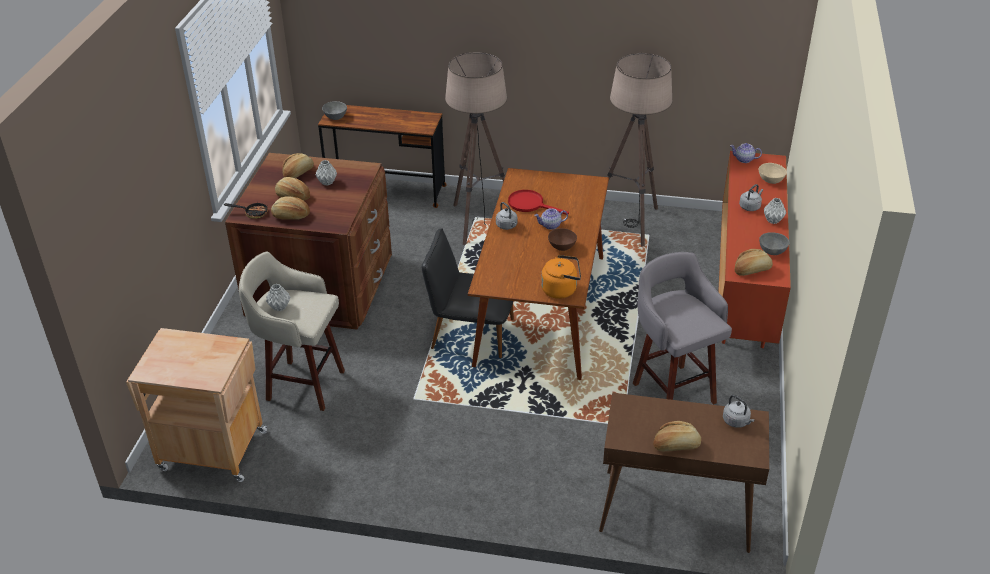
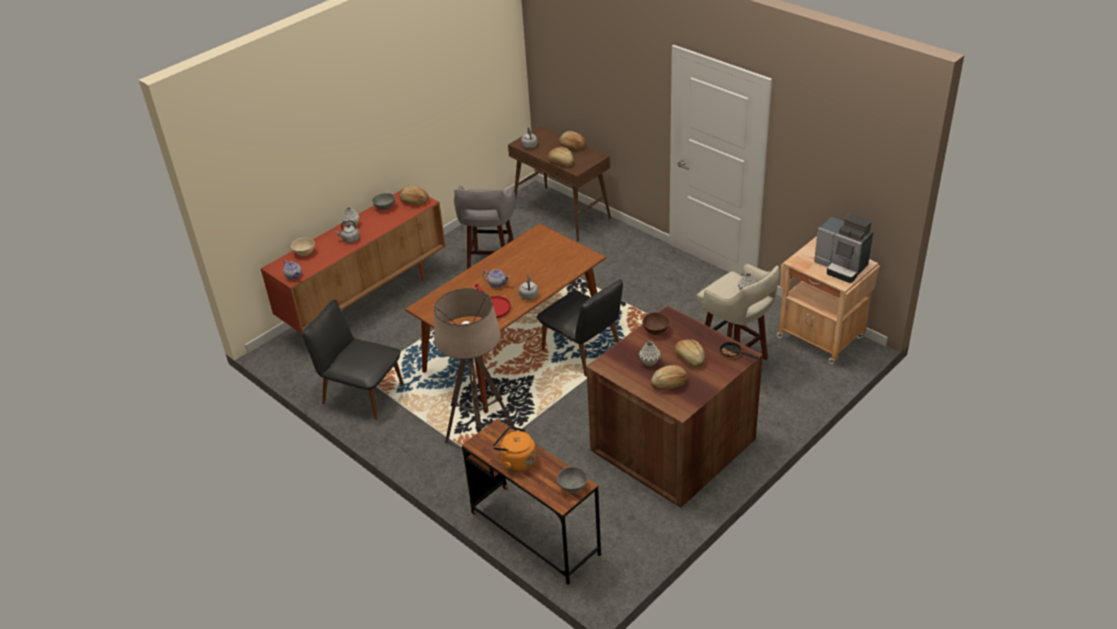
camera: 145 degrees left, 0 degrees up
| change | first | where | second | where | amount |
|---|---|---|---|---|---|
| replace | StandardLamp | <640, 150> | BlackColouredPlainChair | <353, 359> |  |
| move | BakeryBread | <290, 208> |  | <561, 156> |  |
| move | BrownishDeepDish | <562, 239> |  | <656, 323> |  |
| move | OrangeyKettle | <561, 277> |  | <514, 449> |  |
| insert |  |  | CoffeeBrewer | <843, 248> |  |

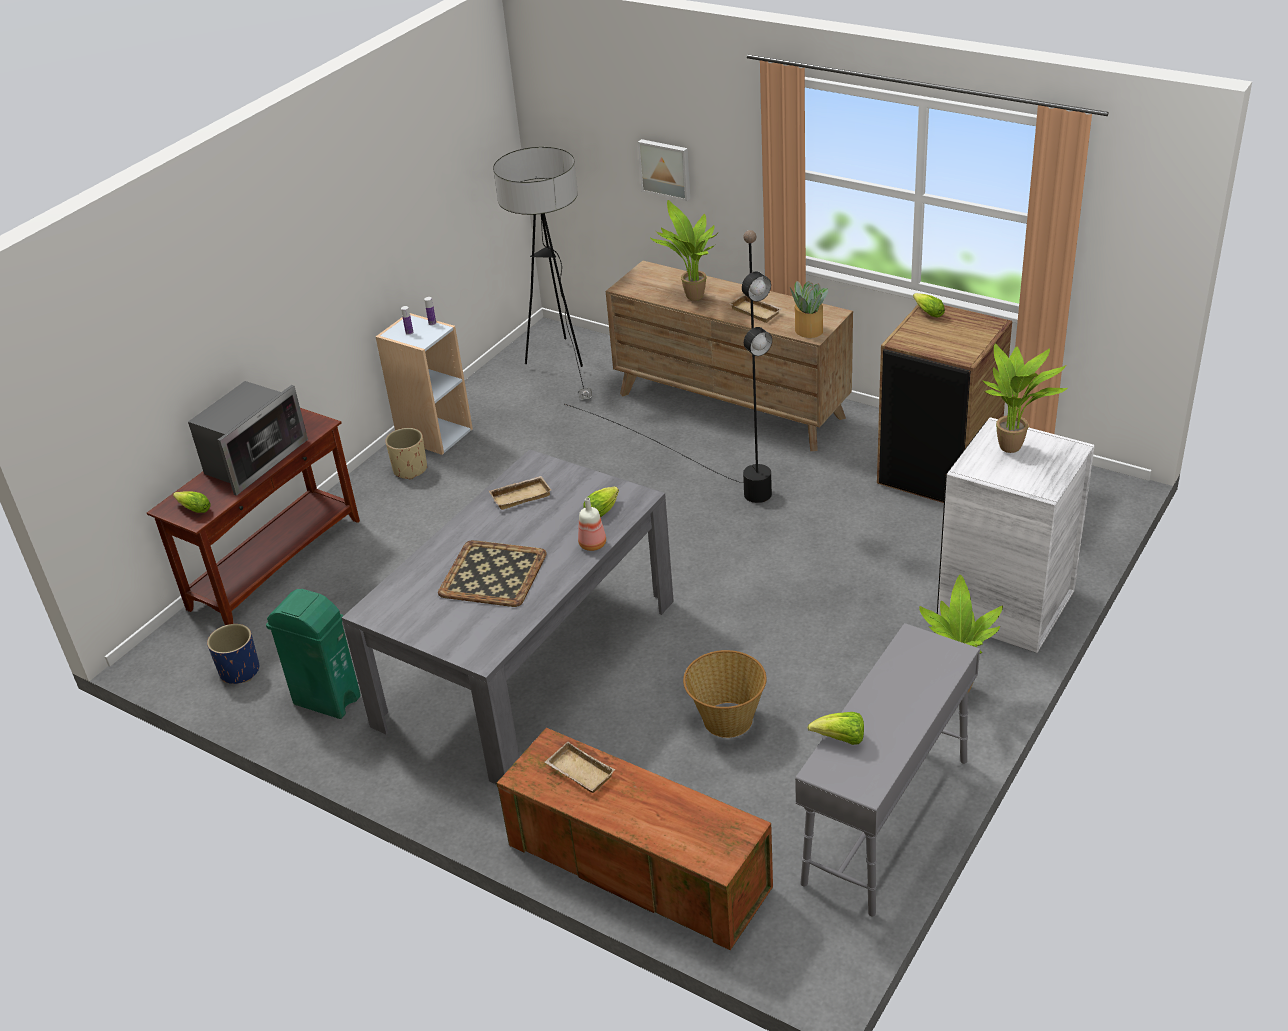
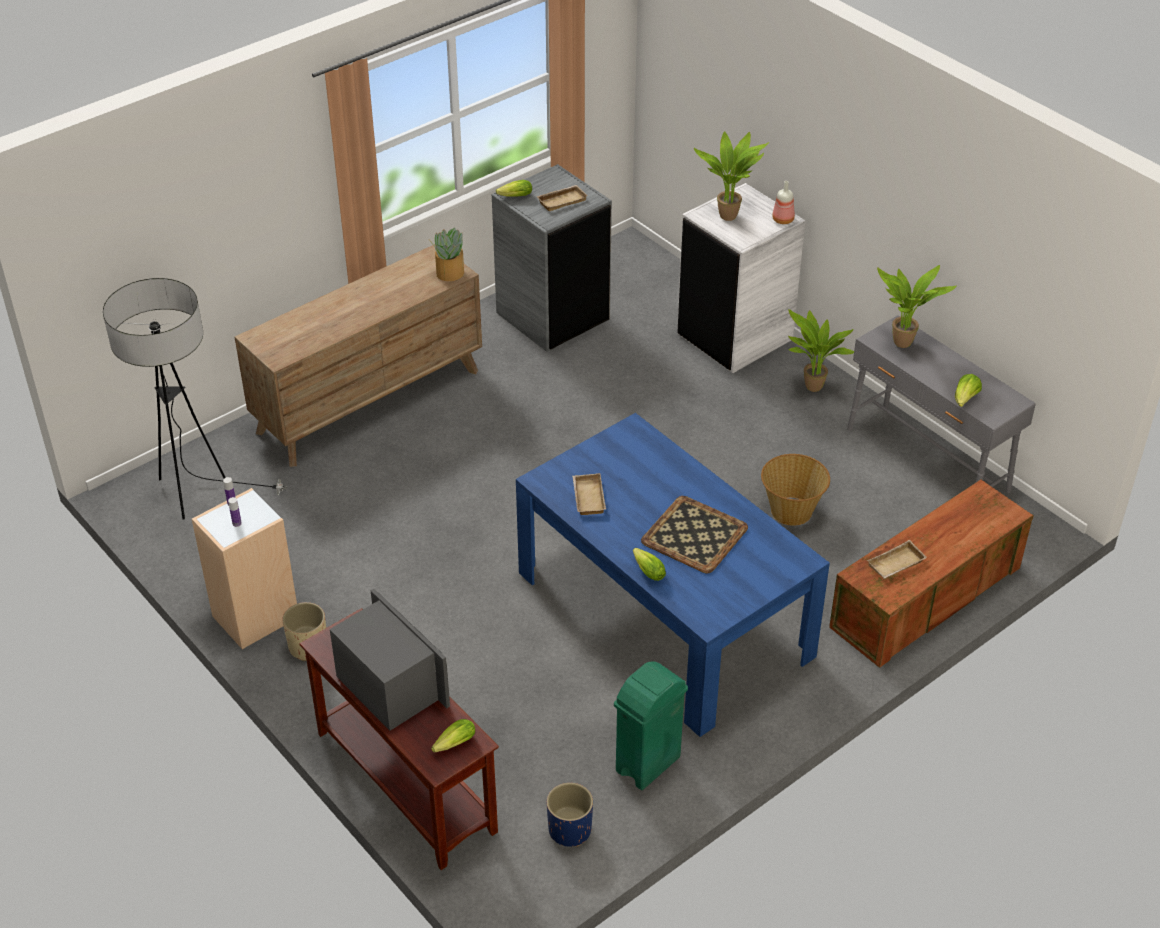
camera: 75 degrees left, 5 degrees up
| change | first | where | second | where | amount |
|---|---|---|---|---|---|
| delete | WallArt | <664, 170> |  |  |  |
| move | Houseplant | <684, 250> |  | <917, 306> |  |
| delete | BlackColouredStandardLamp | <668, 366> |  |  |  |
| move | SandColouredCarryingTray | <755, 309> |  | <562, 198> |  |
| recolor | BrownishCabinet | <944, 404> | GreyCabinet | <552, 258> |  |
| recolor | GreyKitchenTable | <508, 617> | BluishKitchenTable | <673, 575> |  |
| move | HeadOfLettuce | <601, 501> |  | <649, 564> |  |
| move | Bottle | <592, 524> |  | <783, 202> |  |

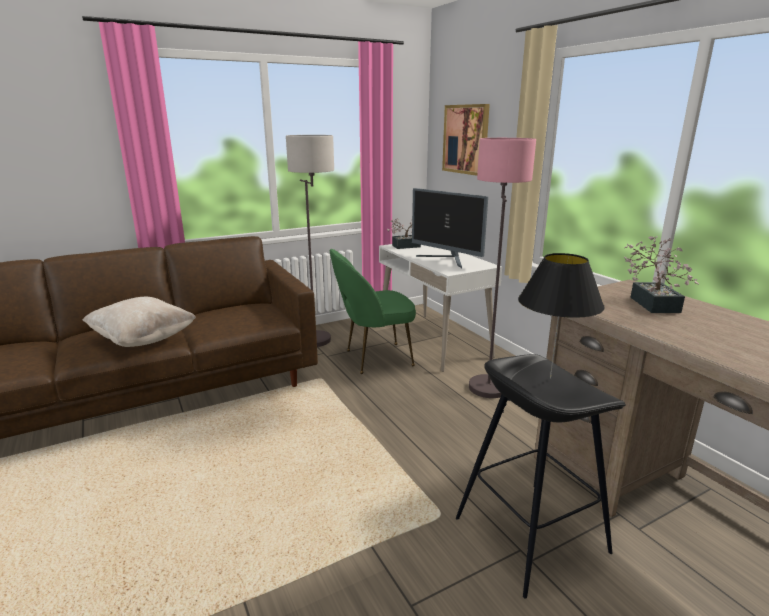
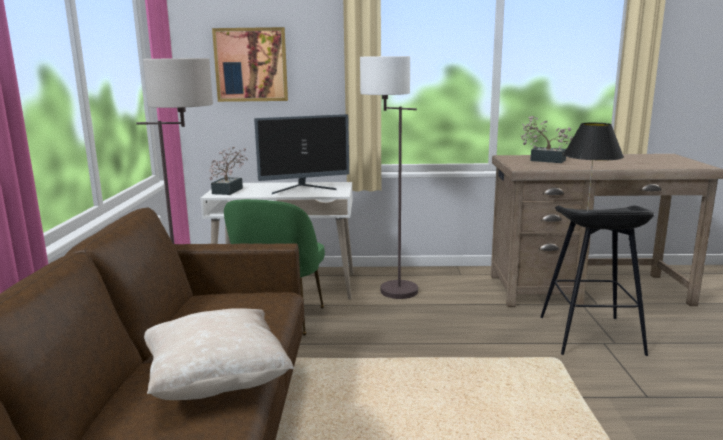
camera: 60 degrees left, 5 degrees down
| change | first | where | second | where | amount |
|---|---|---|---|---|---|
| recolor | PinkishStandardLamp | <502, 268> | WhiteColouredStandardLamp | <389, 177> |  |

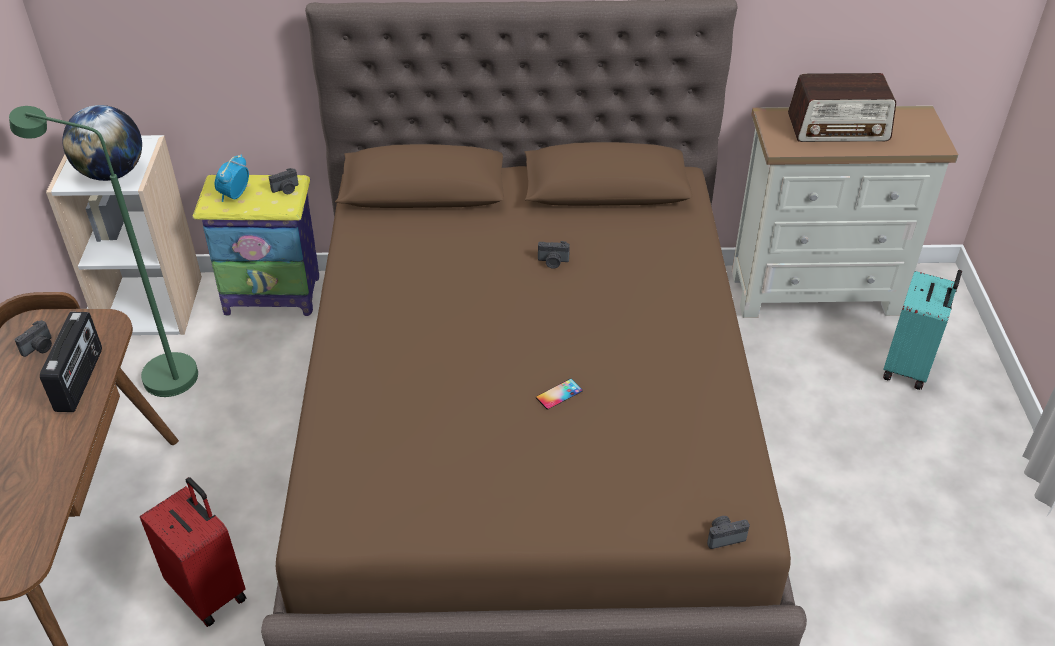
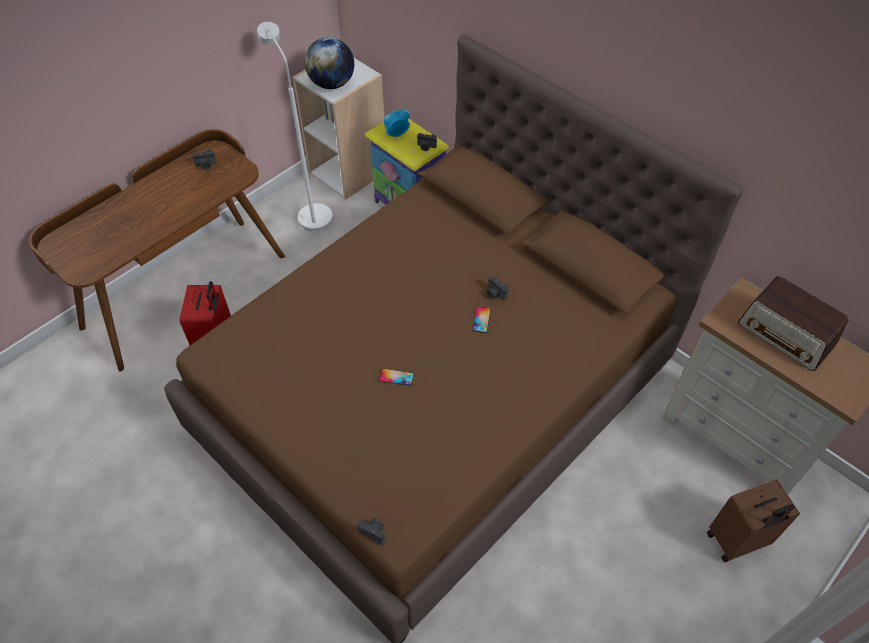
camera: 45 degrees right, 10 degrees up
| change | first | where | second | where | amount |
|---|---|---|---|---|---|
| recolor | GreenishStandardLamp | <103, 251> | WhiteColouredStandardLamp | <295, 127> |  |
| recolor | TurquoiseColouredPieceOfLuggage | <922, 330> | BrownishPieceOfLuggage | <753, 520> |  |
| delete | Radio | <71, 362> |  |  |  |
| insert |  |  | Phone | <482, 320> |  |

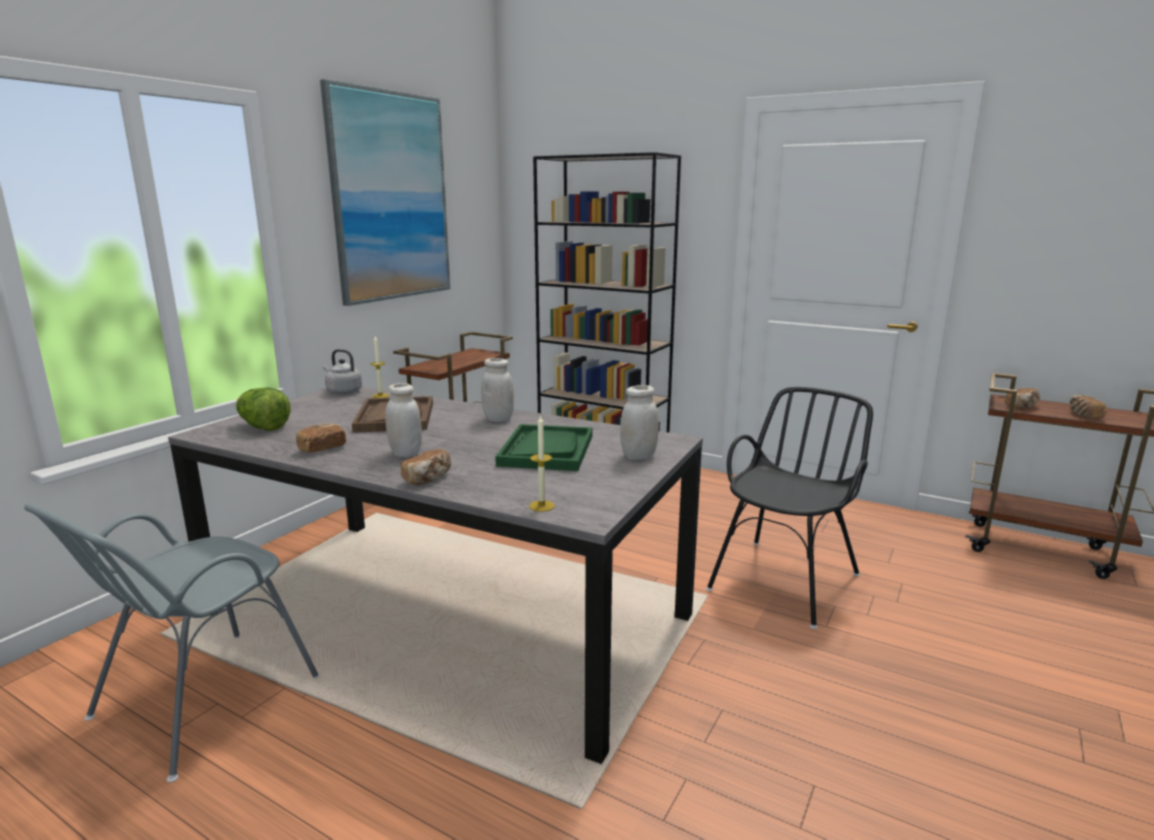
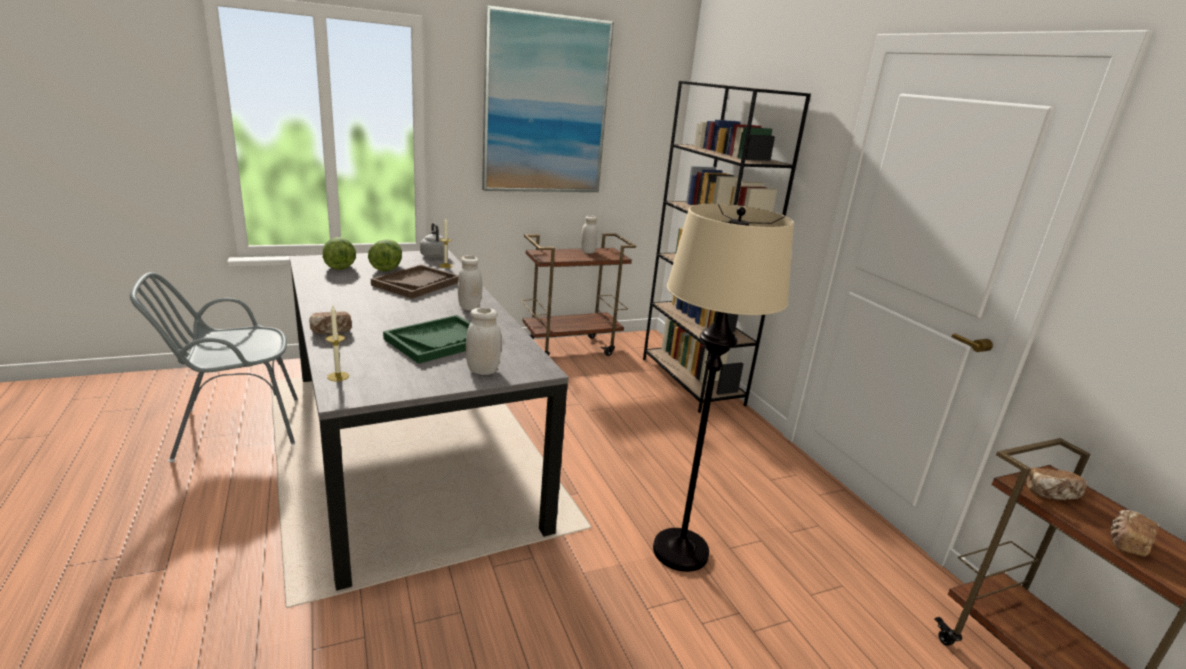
camera: 35 degrees right, 5 degrees up
| change | first | where | second | where | amount |
|---|---|---|---|---|---|
| move | WhiteColouredJar | <403, 420> |  | <589, 234> |  |
| replace | BlackColouredPlainChair | <789, 508> | SandColouredStandardLamp | <723, 388> |  |
| delete | BakeryBread | <321, 438> |  |  |  |
| insert |  |  | HeadOfLettuce | <385, 255> |  |

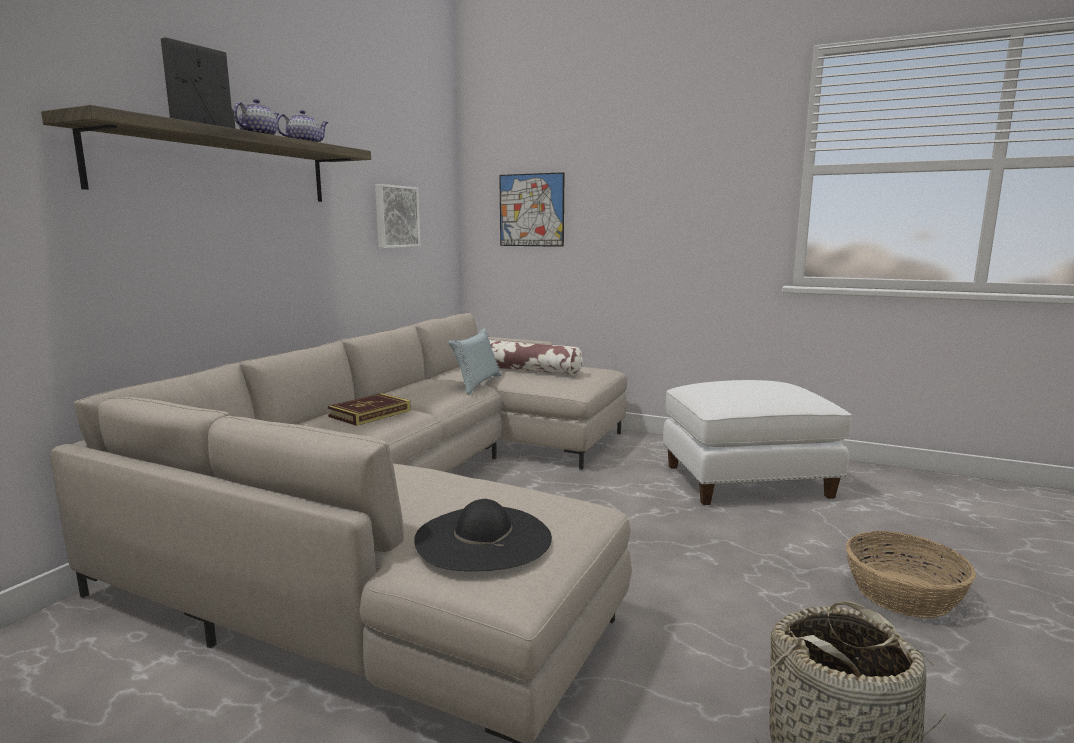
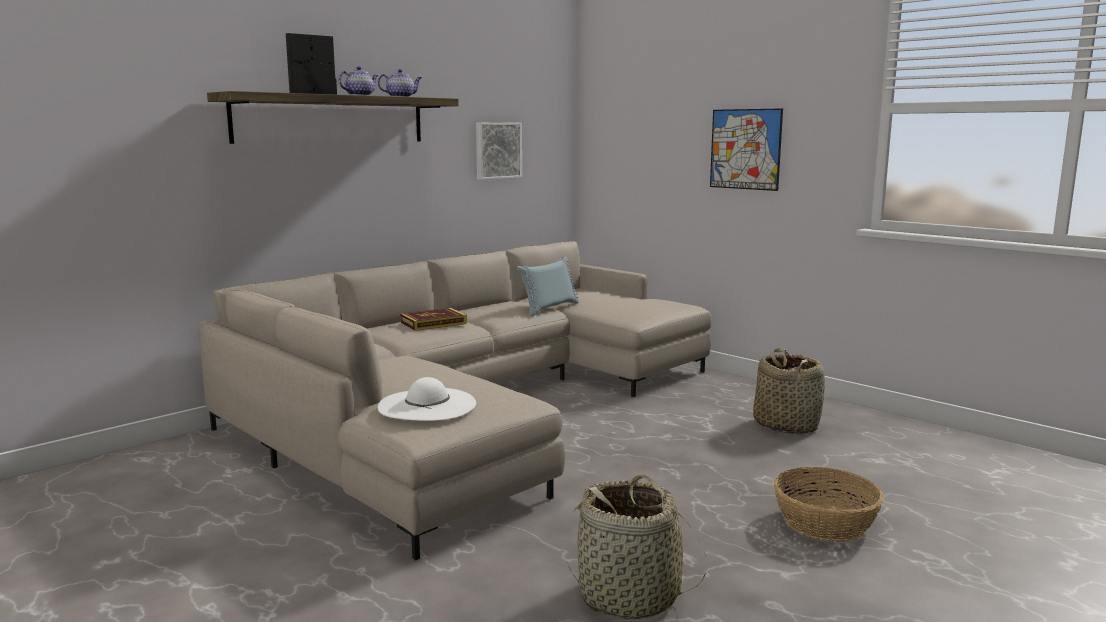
camera: 20 degrees right, 0 degrees up
| change | first | where | second | where | amount |
|---|---|---|---|---|---|
| move | WallArt | <531, 209> |  | <746, 149> |  |
| delete | Cushion | <536, 357> |  |  |  |
| replace | WhiteColouredFootrest | <757, 442> | HouseholdBasket | <789, 391> |  |
| recolor | BlackColouredHat | <483, 535> | WhiteColouredHat | <427, 399> |  |

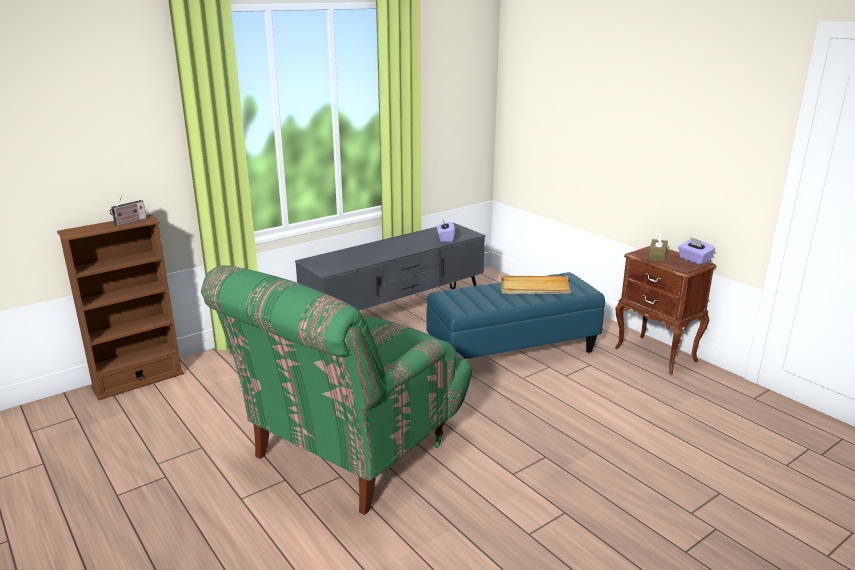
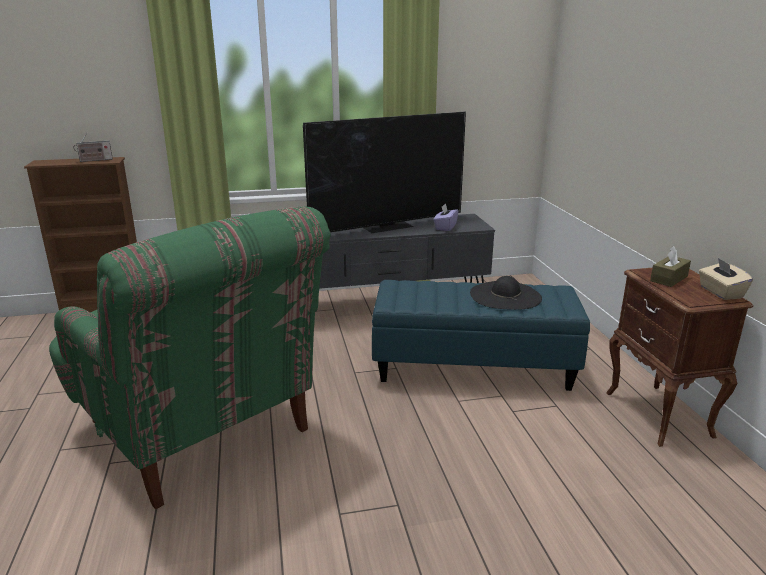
camera: 25 degrees right, 0 degrees up
| change | first | where | second | where | amount |
|---|---|---|---|---|---|
| recolor | PurplishTissueBox | <696, 251> | SandColouredTissueBox | <726, 279> |  |
| rotate | GreenishLoungeChair | <336, 390> |  | <190, 358> | 105 degrees counterclockwise |
| replace | SandColouredCarryingTray | <536, 285> | BlackColouredHat | <506, 293> |  |
| insert |  |  | TvSet | <384, 172> |  |

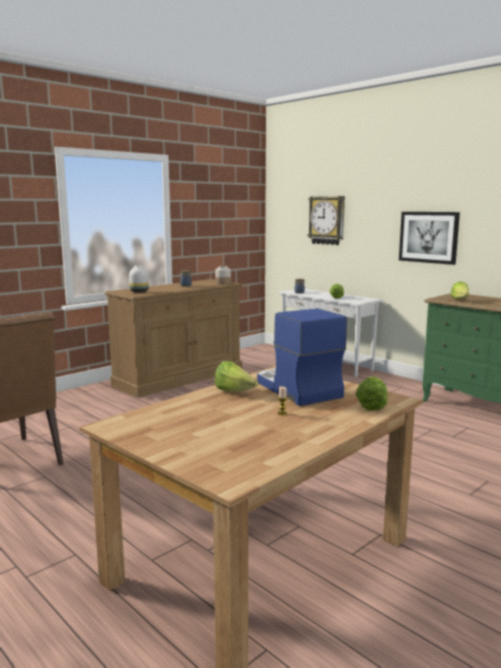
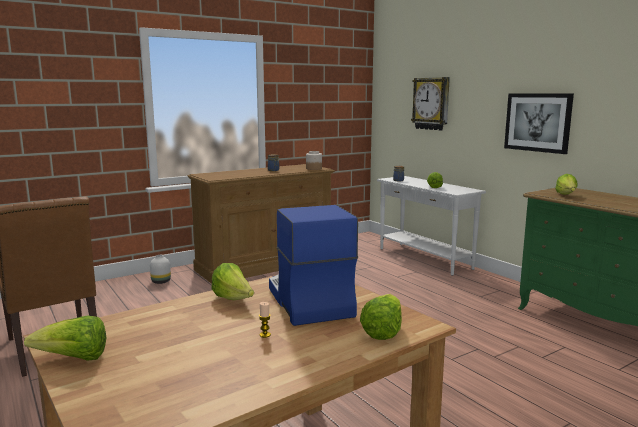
camera: 10 degrees right, 0 degrees up
| change | first | where | second | where | amount |
|---|---|---|---|---|---|
| move | WhiteColouredFlowerVase | <139, 279> |  | <160, 269> |  |
| insert |  |  | HeadOfLettuce | <65, 338> |  |

